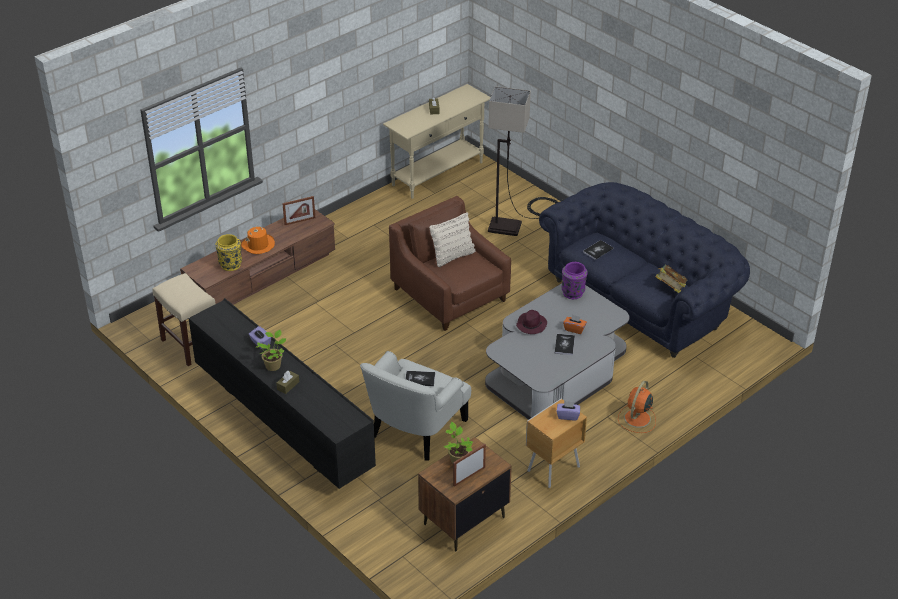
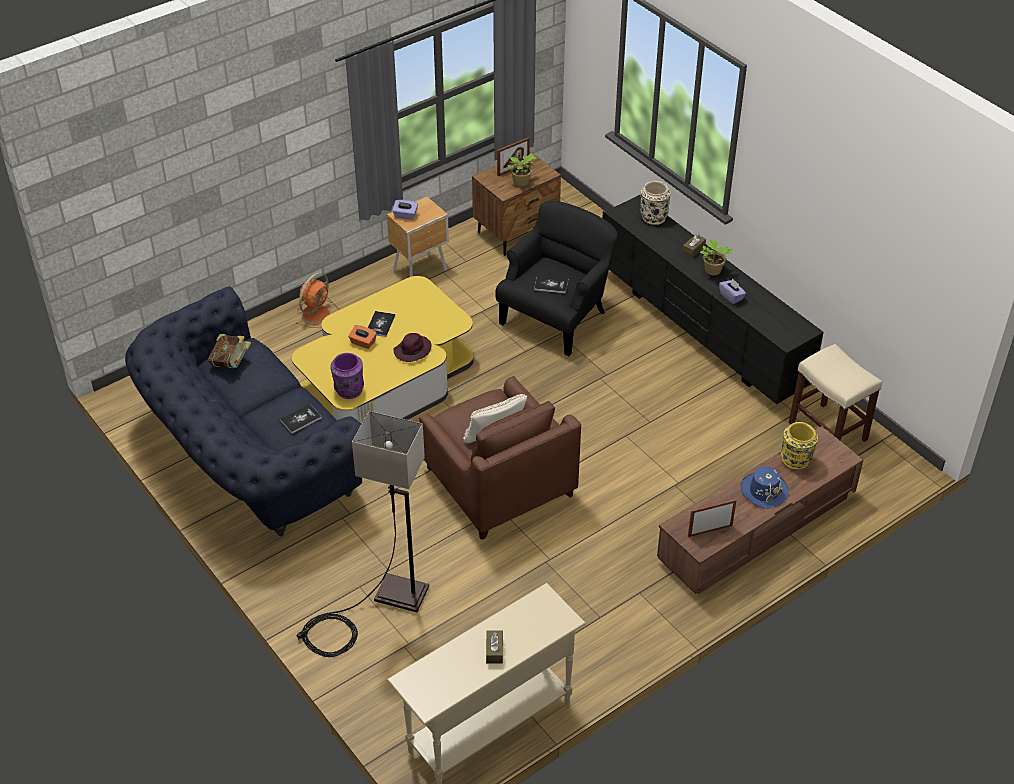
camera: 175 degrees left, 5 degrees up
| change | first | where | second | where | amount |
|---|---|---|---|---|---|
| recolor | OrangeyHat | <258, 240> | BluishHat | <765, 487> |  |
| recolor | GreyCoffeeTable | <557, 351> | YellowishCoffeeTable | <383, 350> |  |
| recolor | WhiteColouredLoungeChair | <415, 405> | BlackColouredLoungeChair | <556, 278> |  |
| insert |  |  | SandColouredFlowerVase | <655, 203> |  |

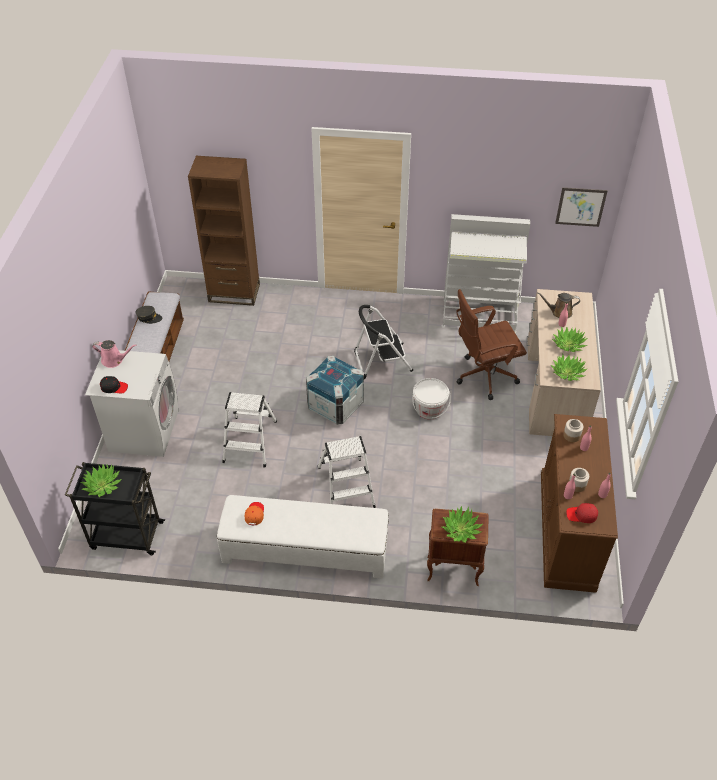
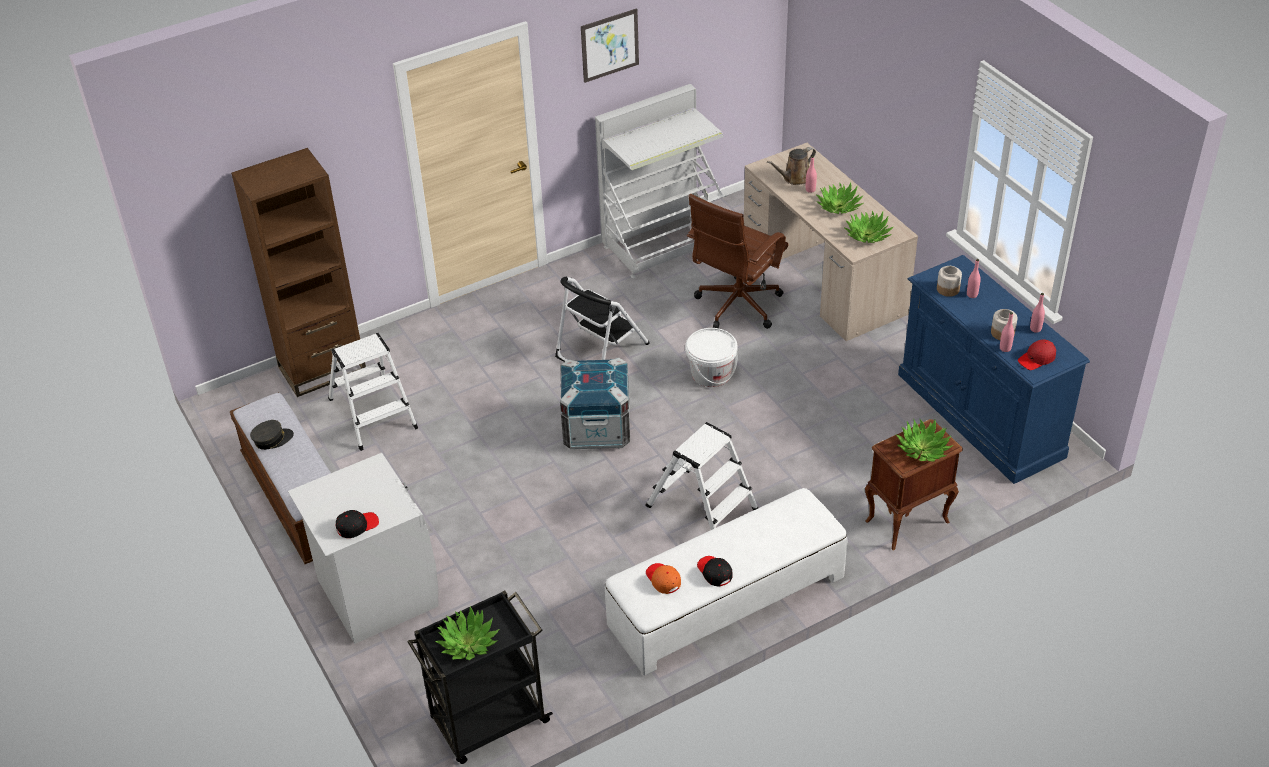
camera: 35 degrees left, 5 degrees down
| change | first | where | second | where | amount |
|---|---|---|---|---|---|
| move | WallArt | <581, 207> |  | <610, 45> |  |
| delete | PinkishWateringCan | <114, 354> |  |  |  |
| move | WhiteColouredStepLadder | <249, 430> |  | <373, 392> |  |
| recolor | BrownishCabinet | <579, 503> | BluishCabinet | <994, 369> |  |
| insert |  |  | BlackColouredPeakedCap | <715, 571> |  |

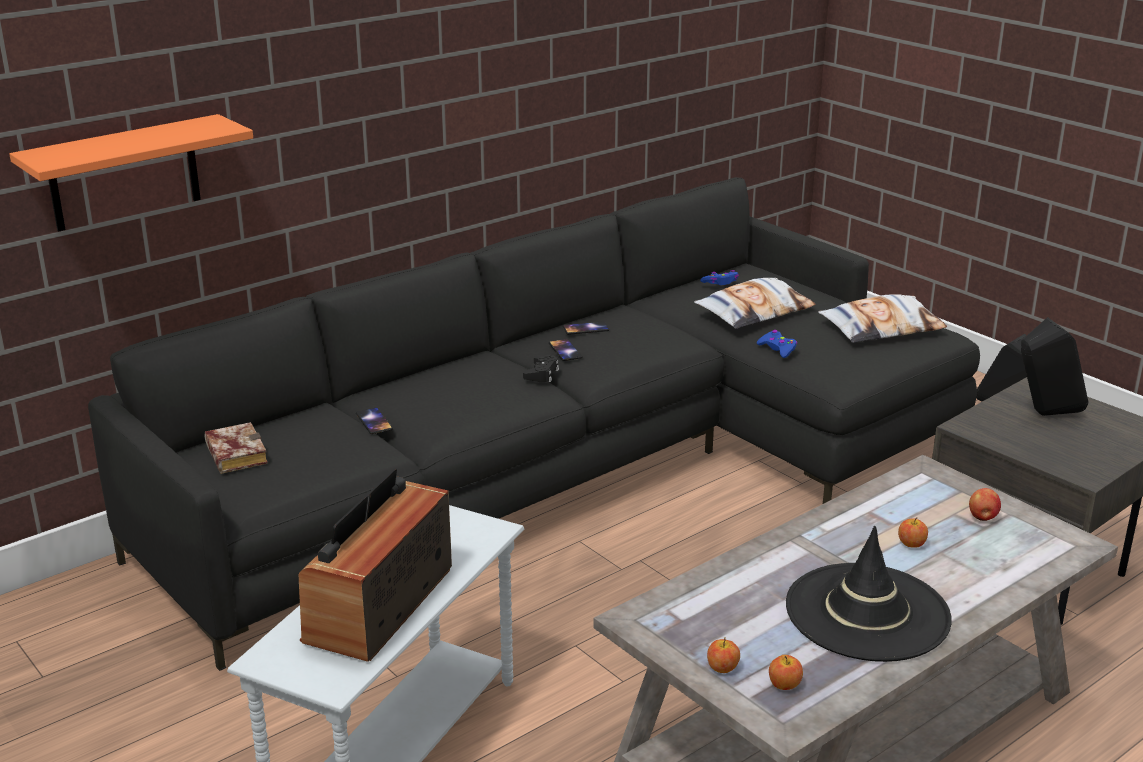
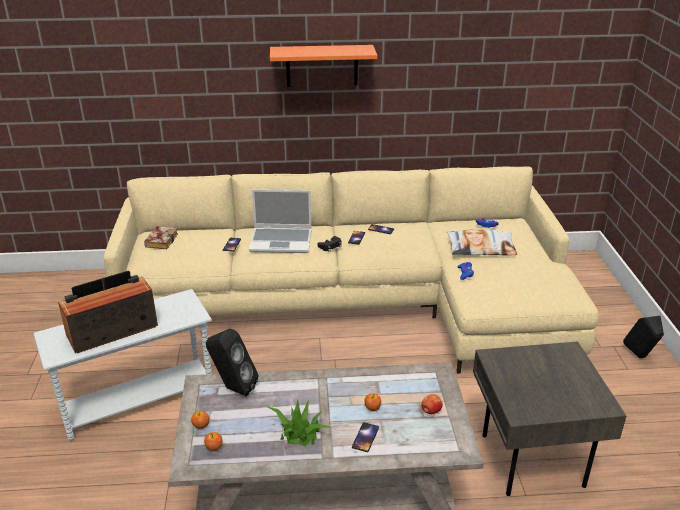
camera: 35 degrees right, 5 degrees up
| change | first | where | second | where | amount |
|---|---|---|---|---|---|
| move | OrangeyBracketShelf | <131, 173> |  | <323, 66> |  |
| recolor | BlackColouredSettee | <534, 424> | SandColouredSettee | <351, 270> |  |
| delete | Cushion | <882, 318> |  |  |  |
| move | BlackColouredLoudspeaker | <1054, 366> |  | <232, 363> |  |
| replace | BlackColouredHat | <868, 594> | Houseplant | <299, 422> |  |
| insert |  |  | NotebookComputer | <280, 221> |  |
| insert |  |  | Phone | <365, 437> |  |

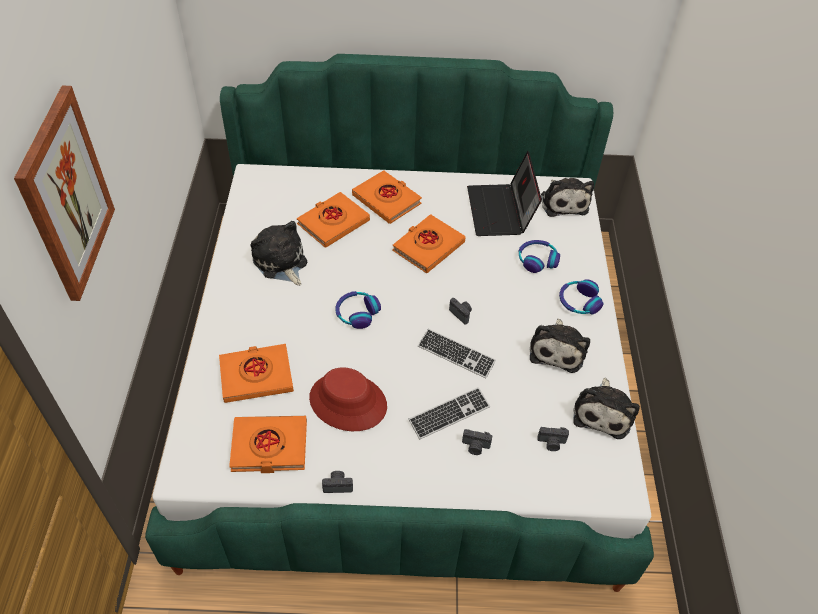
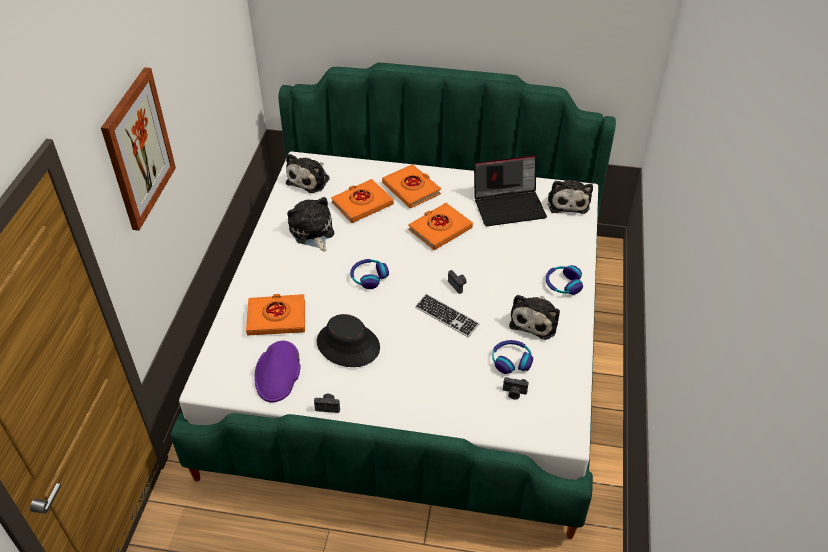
camera: 10 degrees right, 5 degrees down
| change | first | where | second | where | amount |
|---|---|---|---|---|---|
| rotate | NotebookComputer | <504, 193> |  | <510, 190> | 105 degrees counterclockwise |
| move | Headphones | <539, 256> |  | <512, 357> |  |
| recolor | RedHat | <348, 399> | BlackColouredHat | <348, 340> |  |
| move | CuddlyToy | <606, 408> |  | <308, 173> |  |
| delete | Keyboard | <449, 413> |  |  |  |
| replace | OrangeyVolume | <268, 444> | PurplishHat | <277, 372> |  |
| delete | StillCamera | <477, 442> |  |  |  |

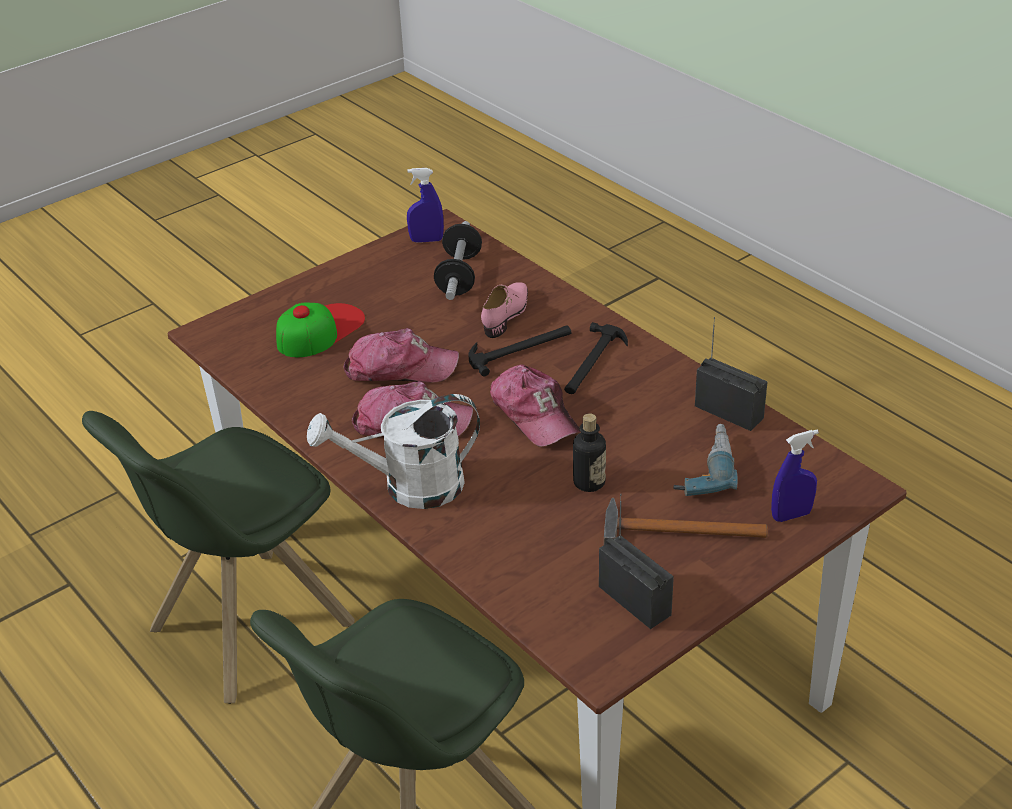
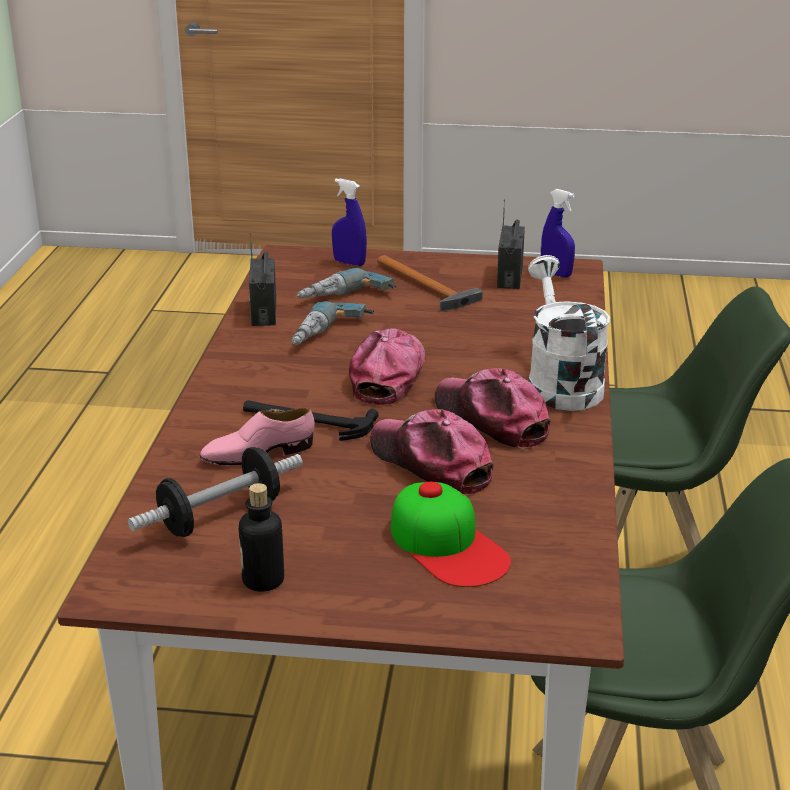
camera: 135 degrees left, 10 degrees down
| change | first | where | second | where | amount |
|---|---|---|---|---|---|
| move | BluishSprayer | <425, 205> |  | <558, 233> |  |
| rotate | PeakedCap | <320, 330> |  | <451, 534> | 120 degrees counterclockwise |
| delete | HandHammer | <596, 358> |  |  |  |
| rotate | WhiteColouredWateringCan | <393, 451> |  | <569, 333> | 135 degrees counterclockwise |
| move | Bottle | <589, 452> |  | <261, 537> |  |
| insert |  |  | Drill | <333, 323> |  |

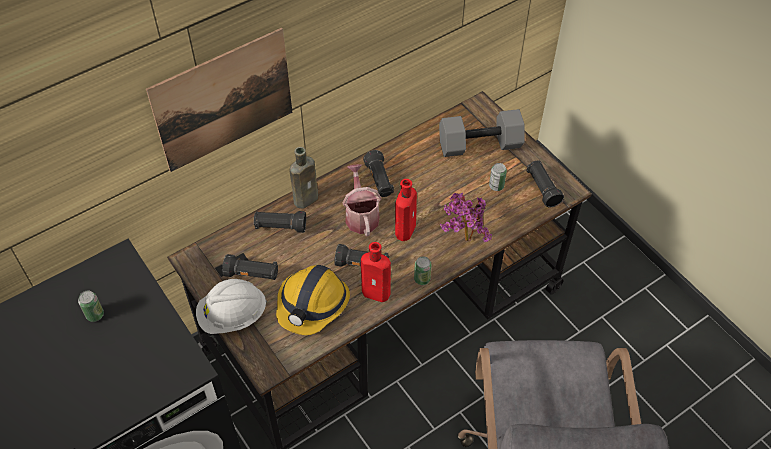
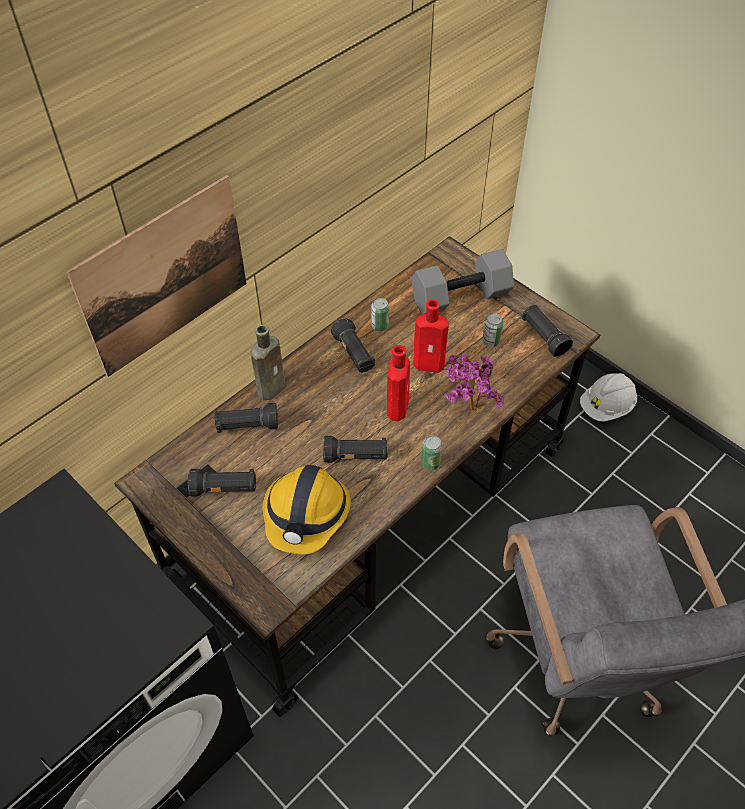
camera: 10 degrees left, 0 degrees up
| change | first | where | second | where | amount |
|---|---|---|---|---|---|
| delete | WateringCan | <362, 200> |  |  |  |
| move | RedBottle | <376, 272> |  | <431, 336> |  |
| move | WhiteColouredHardHat | <231, 306> |  | <608, 397> |  |
| move | MetalCan | <91, 306> |  | <380, 314> |  |

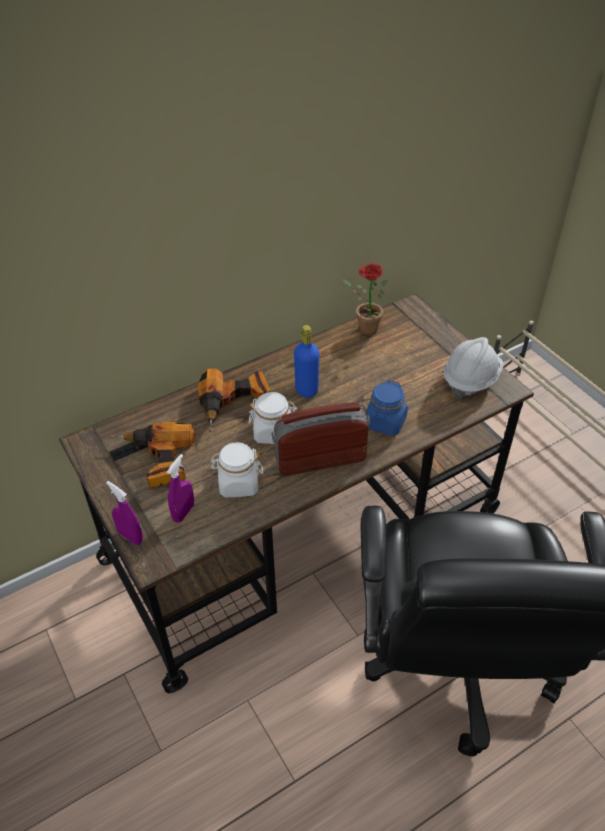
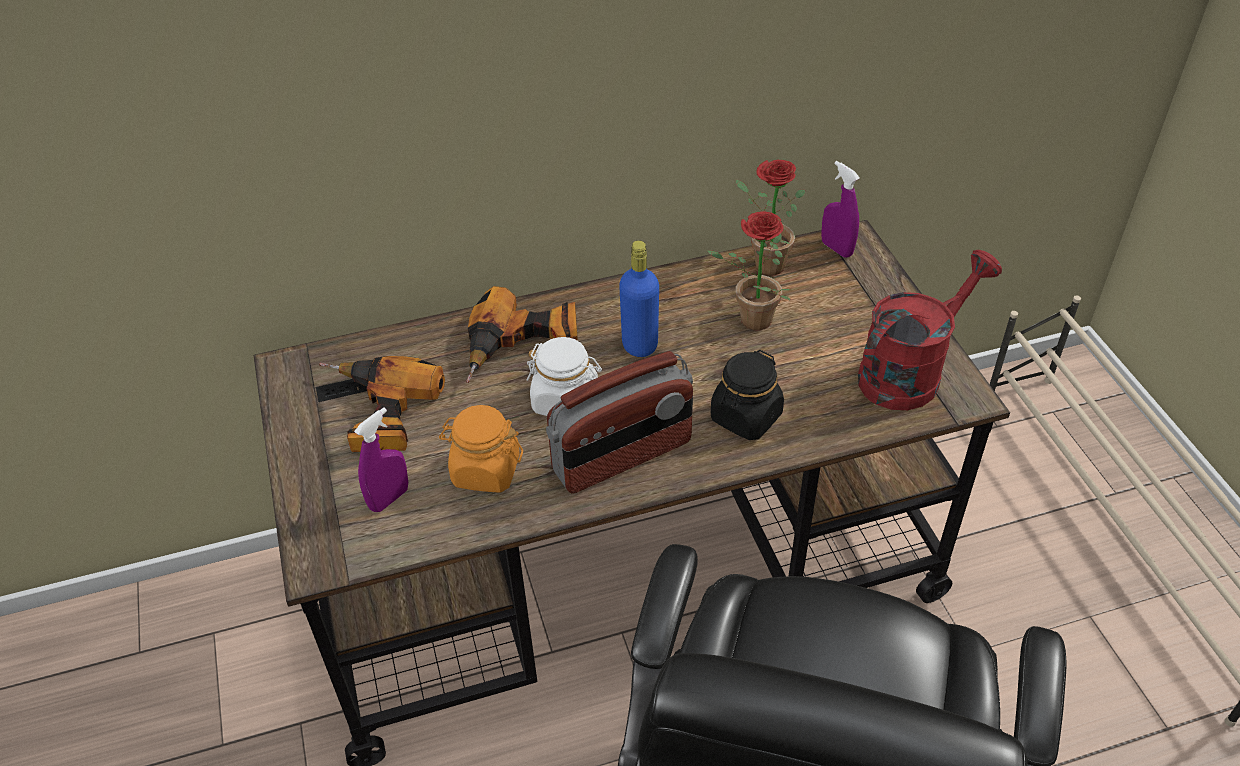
camera: 15 degrees right, 0 degrees up
| change | first | where | second | where | amount |
|---|---|---|---|---|---|
| replace | WhiteColouredHardHat | <474, 368> | RedWateringCan | <930, 330> |  |
| recolor | BluishJar | <387, 408> | BlackColouredJar | <747, 395> |  |
| rotate | Radio | <321, 439> |  | <619, 422> | 150 degrees clockwise |
| recolor | WhiteColouredJar | <236, 469> | OrangeyJar | <481, 449> |  |
| move | PurplishSprayer | <124, 513> |  | <840, 209> |  |
| insert |  |  | Houseplant | <749, 270> |  |

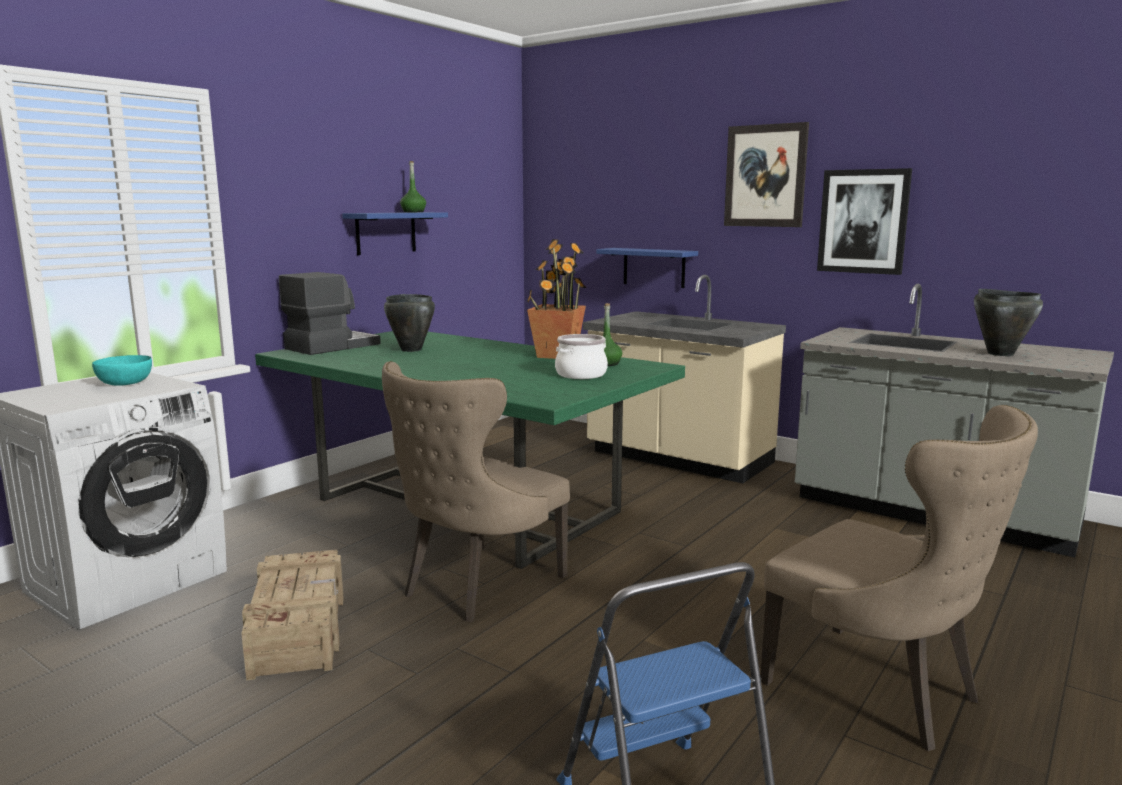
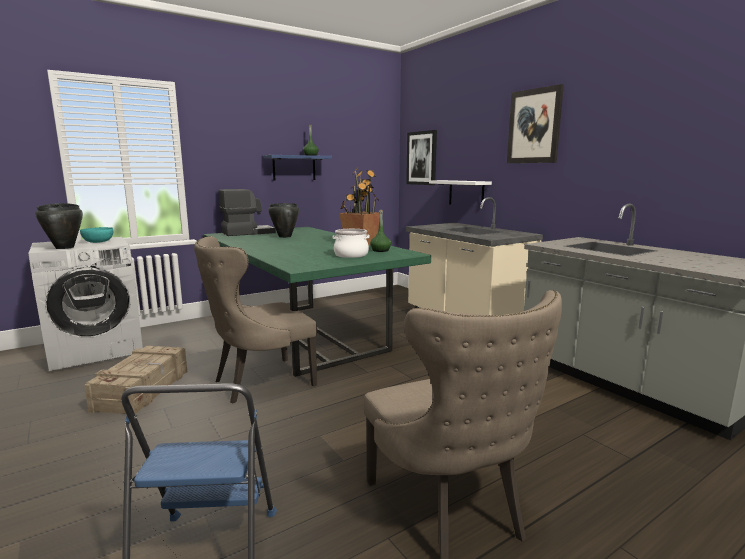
camera: 20 degrees right, 0 degrees up
| change | first | where | second | where | amount |
|---|---|---|---|---|---|
| move | WallArt | <864, 221> |  | <421, 157> |  |
| recolor | BluishBracketShelf | <647, 268> | WhiteColouredBracketShelf | <460, 192> |  |
| move | BlackColouredSaucepot | <1008, 322> |  | <59, 226> |  |

